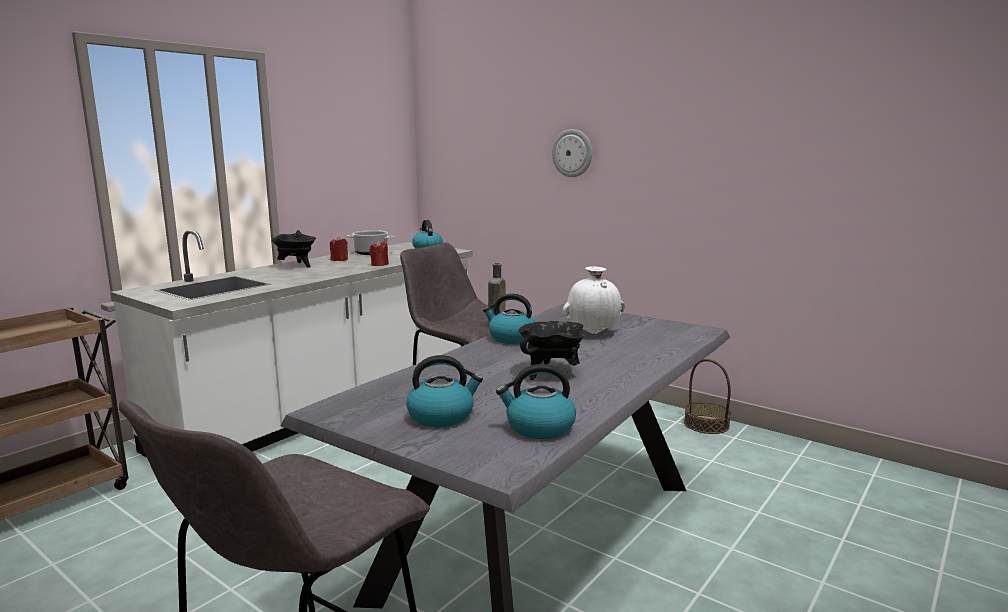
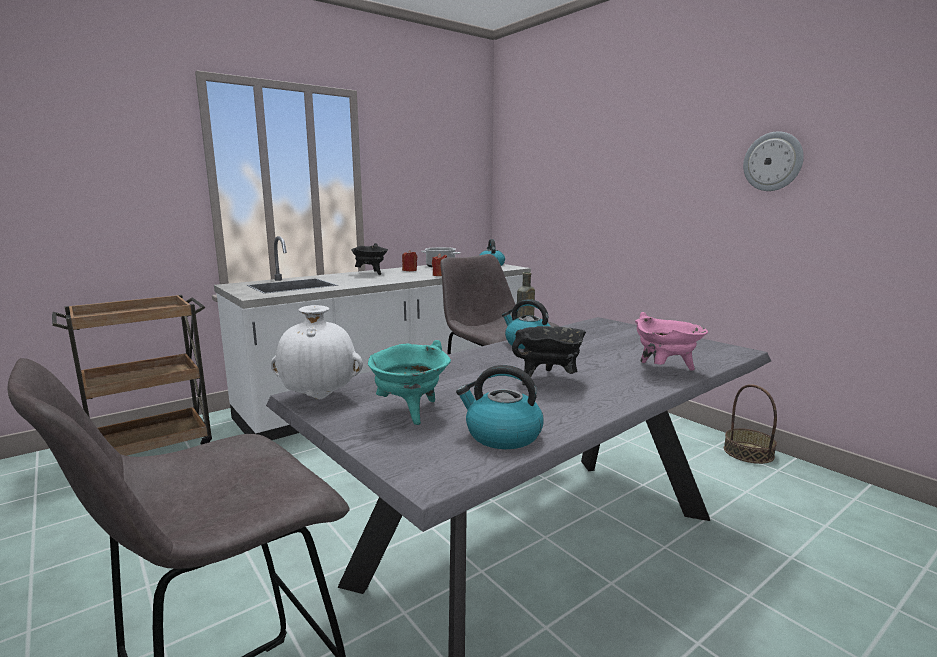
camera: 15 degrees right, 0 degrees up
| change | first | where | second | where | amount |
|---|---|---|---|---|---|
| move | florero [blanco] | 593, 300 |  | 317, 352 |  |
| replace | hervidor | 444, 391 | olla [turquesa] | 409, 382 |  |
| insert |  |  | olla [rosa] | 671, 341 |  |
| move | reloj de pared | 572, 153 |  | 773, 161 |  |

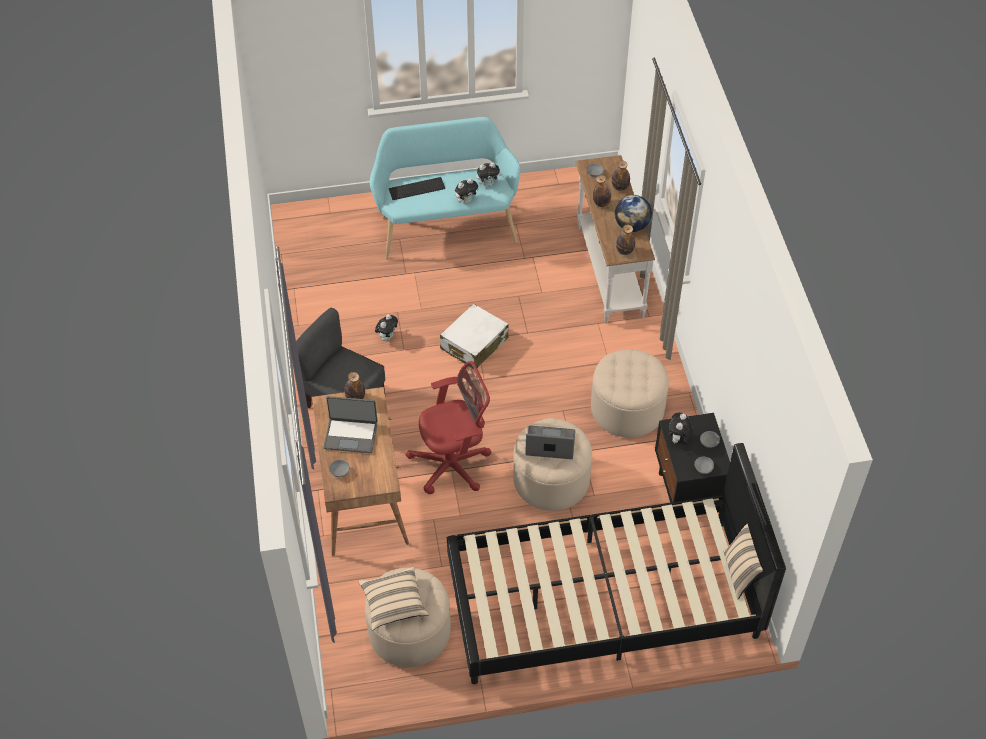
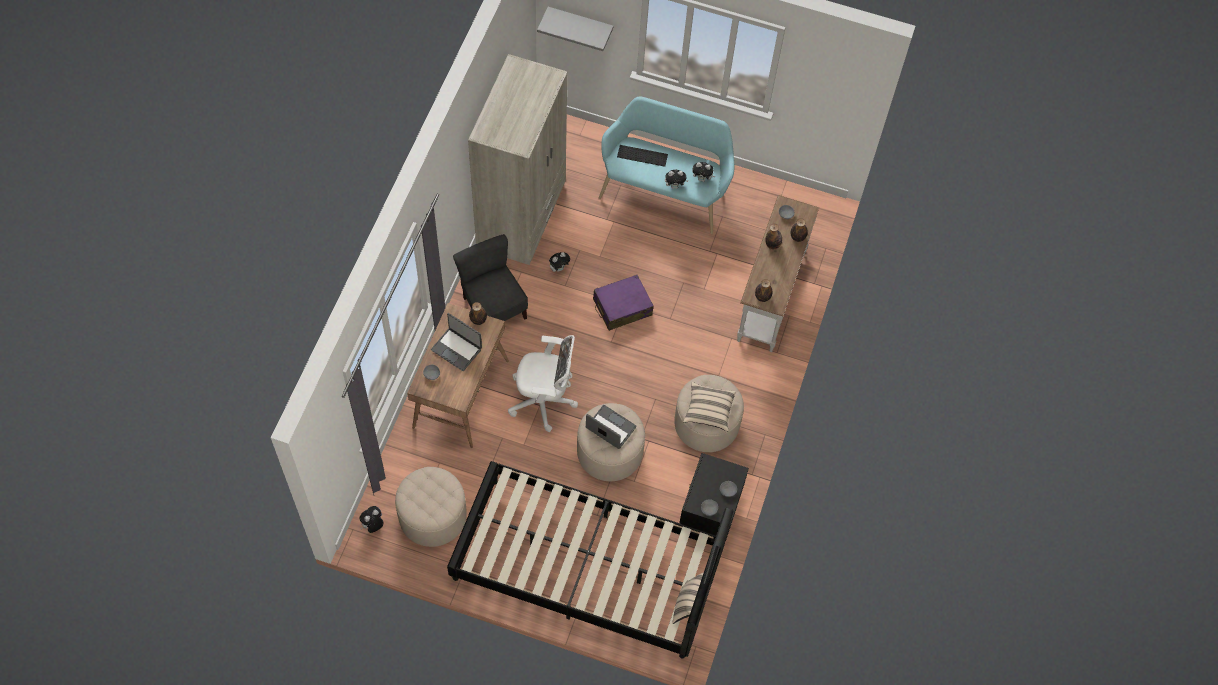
camera: 25 degrees right, 10 degrees up
| change | first | where | second | where | amount |
|---|---|---|---|---|---|
| move | peluche | 681, 428 |  | 371, 519 |  |
| insert |  |  | armario ropero [beis] | 517, 159 |  |
| recolor | silla de oficina [rojo] | 448, 427 | silla de oficina [blanco] | 543, 383 |  |
| insert |  |  | estante [gris] | 575, 29 |  |
| recolor | maleta [blanco] | 474, 336 | maleta [morado] | 623, 303 |  |
| move | cojín [beis] | 393, 599 |  | 709, 406 |  |
| delete | globo terráqueo | 633, 213 |  |  |  |

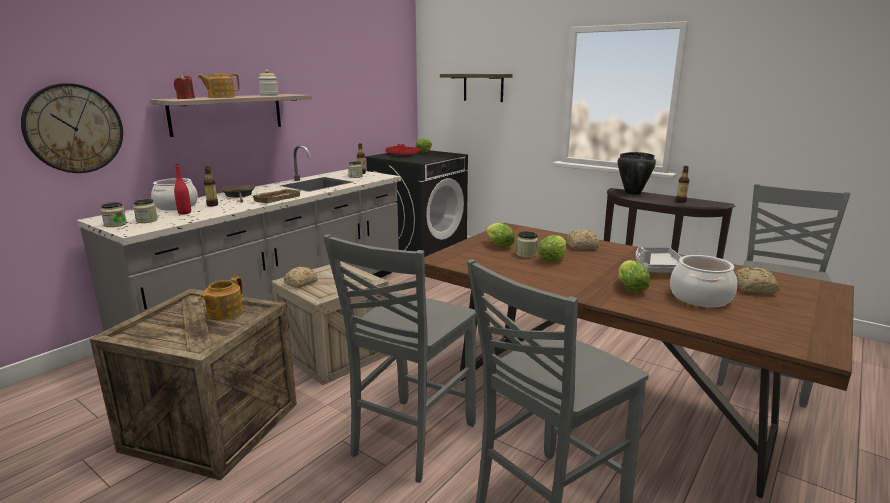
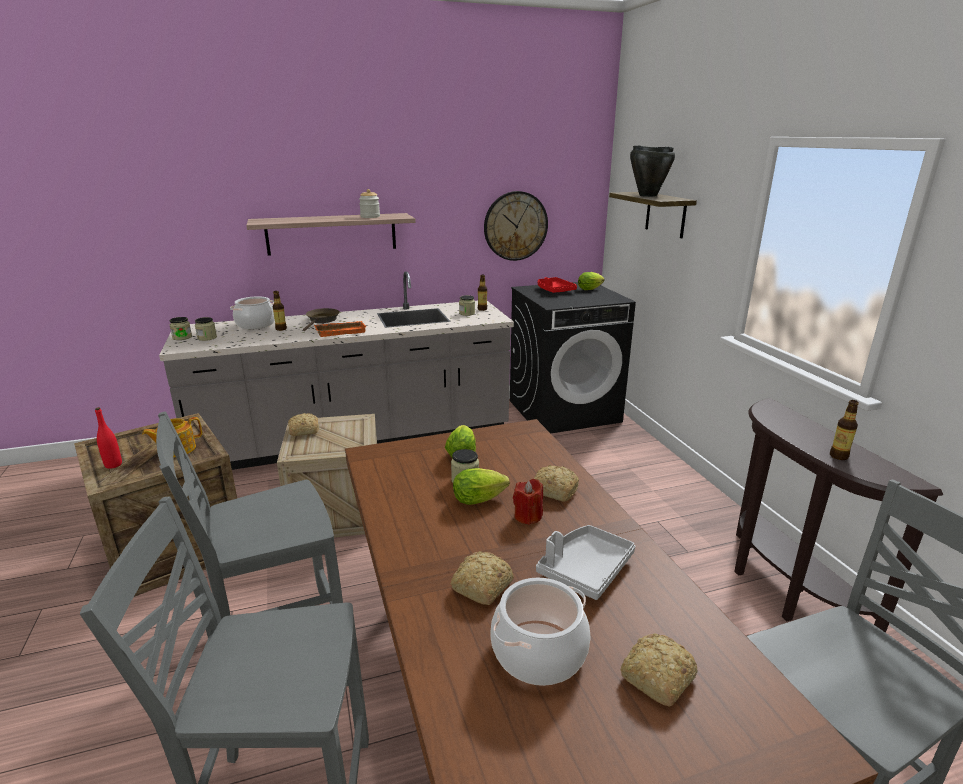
camera: 35 degrees right, 5 degrees up
| change | first | where | second | where | amount |
|---|---|---|---|---|---|
| move | botella [rojo] | 182, 189 |  | 108, 438 |  |
| recolor | bandeja [beis] | 276, 196 | bandeja [naranja] | 340, 329 |  |
| replace | lechuga | 634, 276 | pan | 482, 578 |  |
| move | reloj de pared | 72, 128 |  | 516, 226 |  |
| move | vela [rojo] | 184, 86 |  | 528, 502 |  |
| move | olla [negro] | 637, 173 |  | 652, 171 |  |
| delete | tetera | 218, 86 |  |  |  |

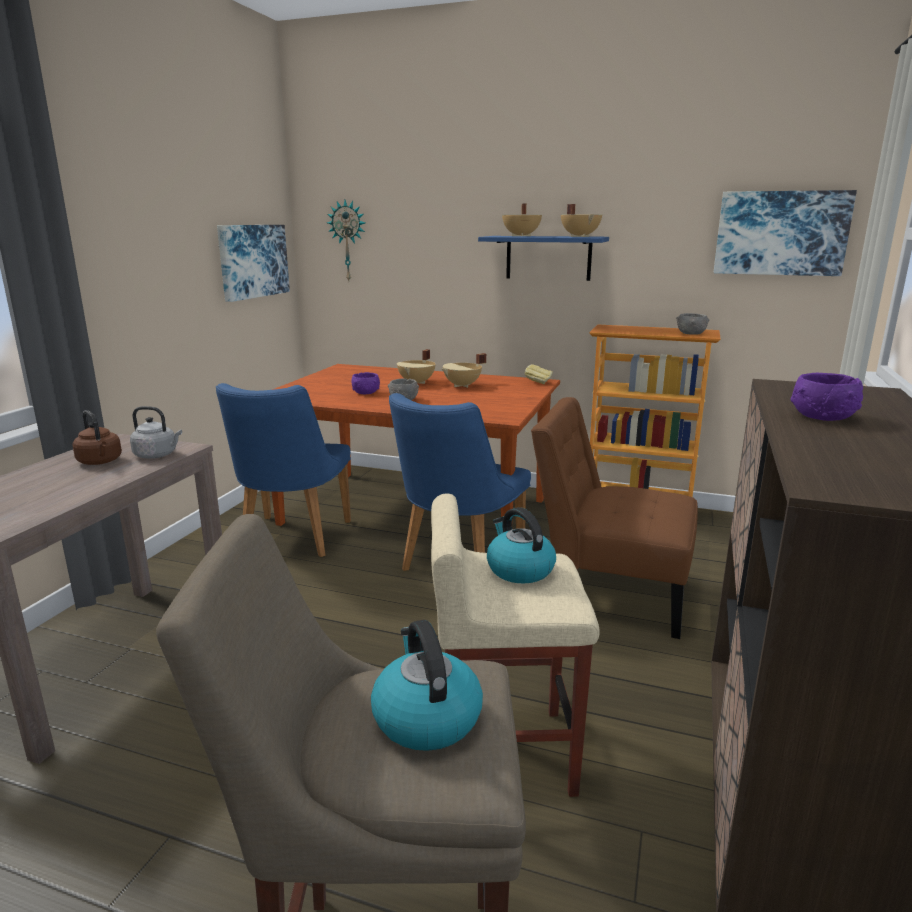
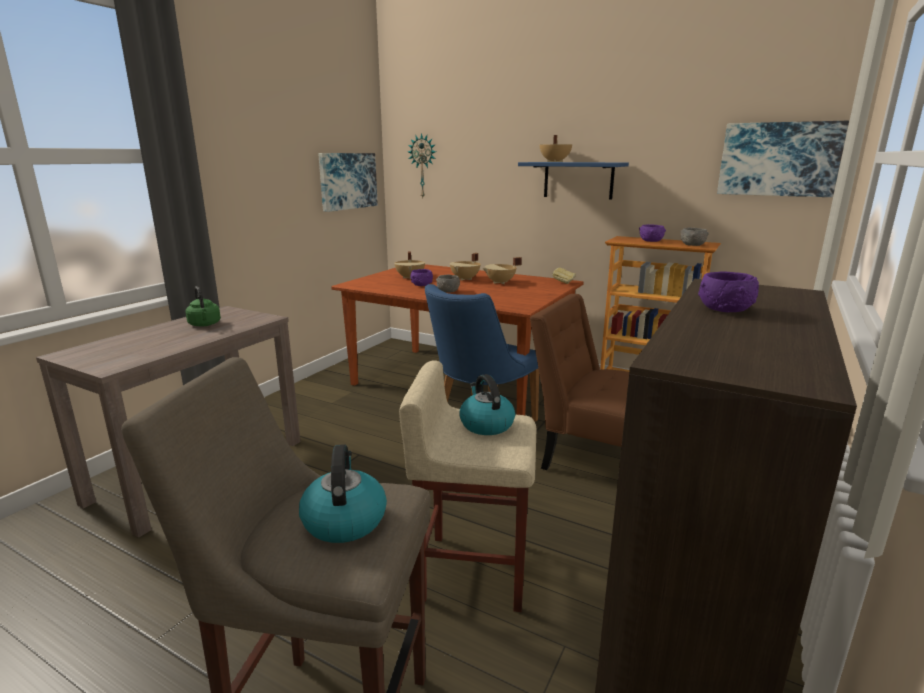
camera: 10 degrees right, 0 degrees up
| change | first | where | second | where | amount |
|---|---|---|---|---|---|
| recolor | hervidor [marrón] | 97, 437 | hervidor [verde] | 203, 306 |  |
| move | olla [beis] | 582, 220 |  | 409, 265 |  |
| insert |  |  | cuenco [morado] | 652, 233 |  |
| delete | hervidor [gris] | 156, 432 |  |  |  |
| delete | silla [azul] | 283, 470 |  |  |  |

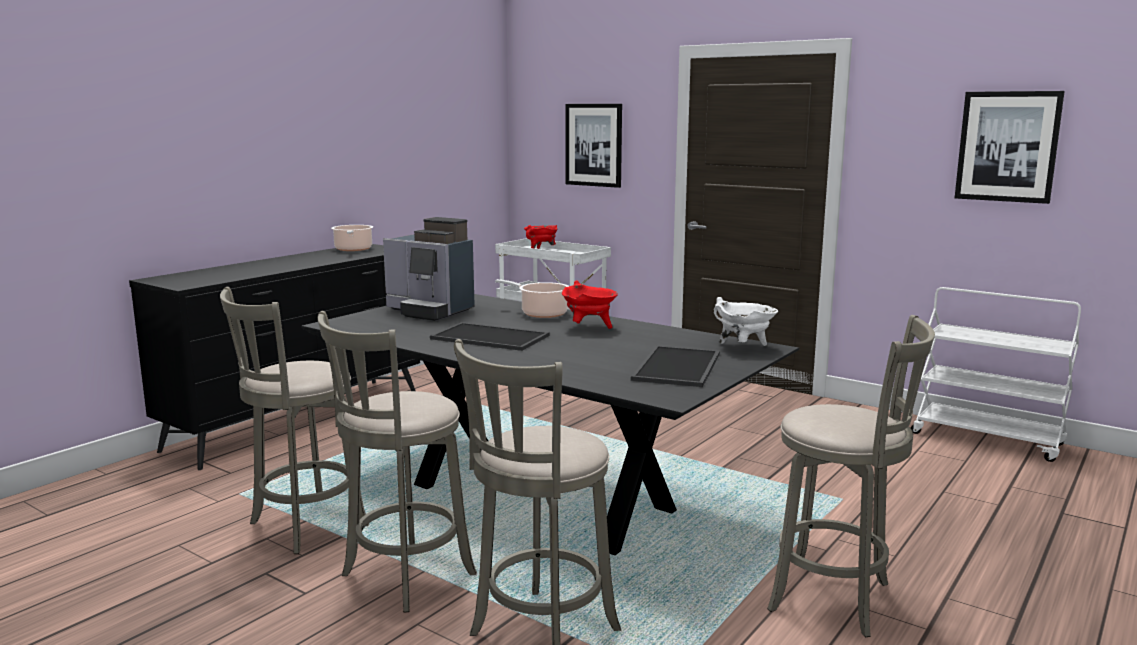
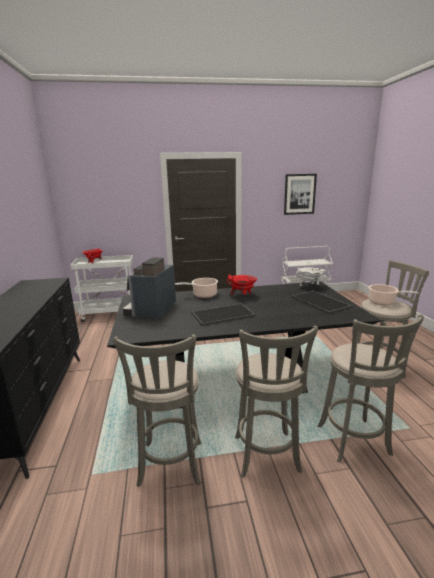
camera: 45 degrees left, 5 degrees up
| change | first | where | second | where | amount |
|---|---|---|---|---|---|
| rotate | cafetera | 429, 269 |  | 149, 288 | 120 degrees clockwise |
| move | olla | 352, 238 |  | 393, 294 |  |
| delete | cuadro | 593, 146 |  |  |  |

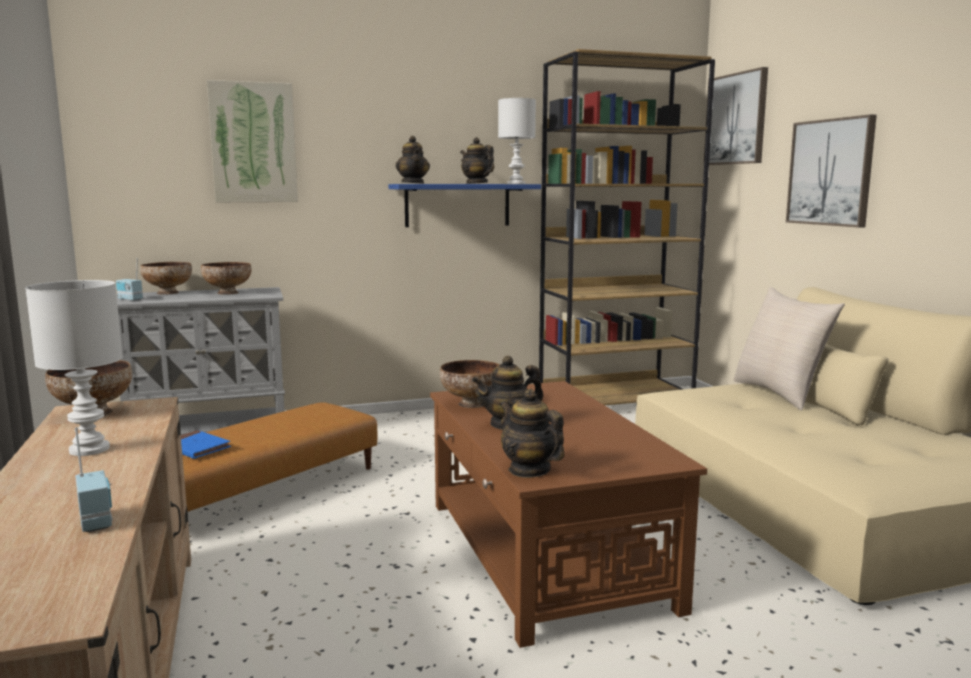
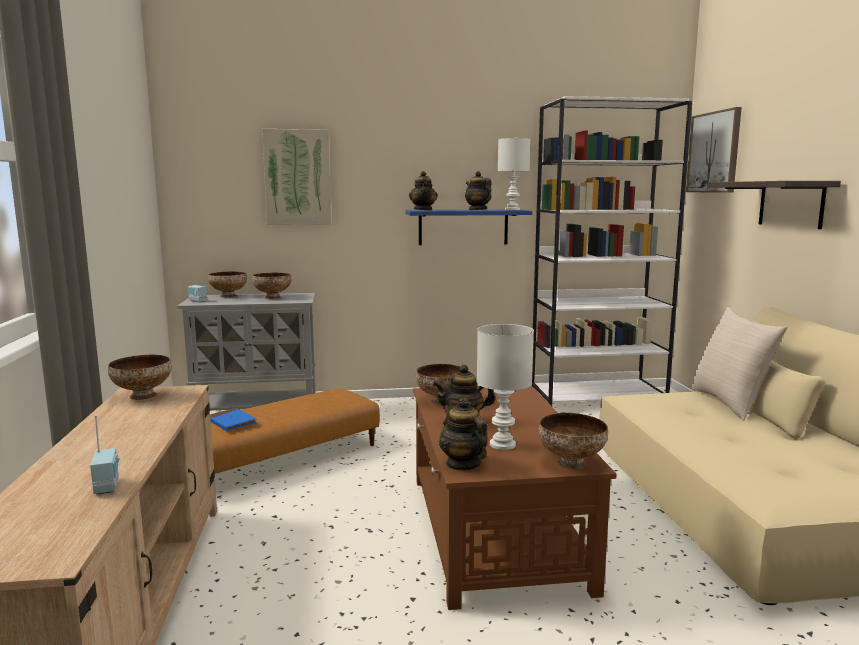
camera: 10 degrees right, 0 degrees up
| change | first | where | second | where | amount |
|---|---|---|---|---|---|
| move | lámpara de mesa [blanco] | 74, 368 |  | 505, 387 |  |
| recolor | estantería [marrón] | 627, 227 | estantería [blanco] | 612, 251 |  |
| insert |  |  | cuenco | 573, 441 |  |
| replace | cuadro | 831, 171 | estante | 774, 205 |  |

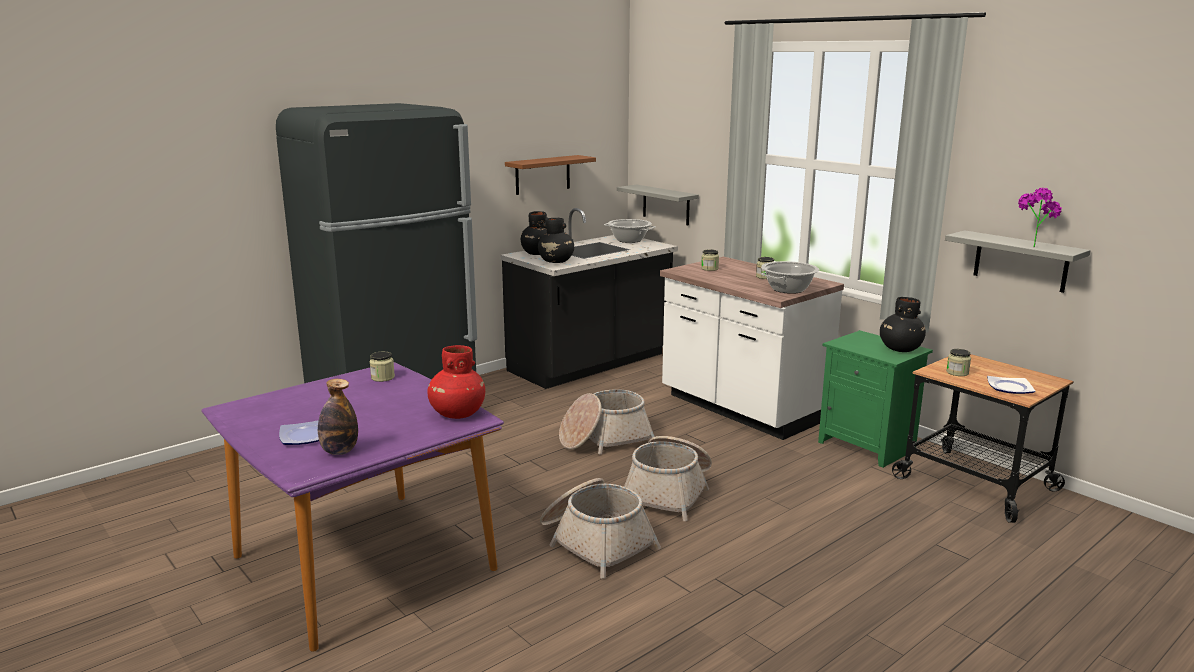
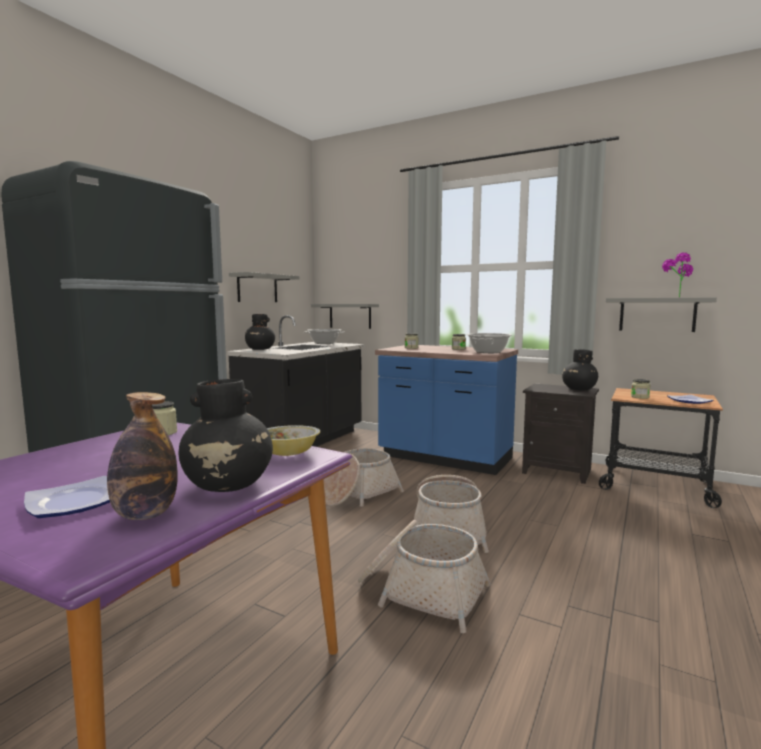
camera: 20 degrees left, 10 degrees down
| change | first | where | second | where | amount |
|---|---|---|---|---|---|
| move | florero [negro] | 556, 240 |  | 226, 435 |  |
| recolor | estante [marrón] | 550, 175 | estante [gris] | 264, 287 |  |
| replace | florero [rojo] | 456, 382 | cuenco | 293, 440 |  |
| recolor | mueble bajo de cocina [blanco] | 752, 348 | mueble bajo de cocina [azul] | 446, 410 |  |
| recolor | mesita de noche [verde] | 875, 399 | mesita de noche [negro] | 560, 433 |  |

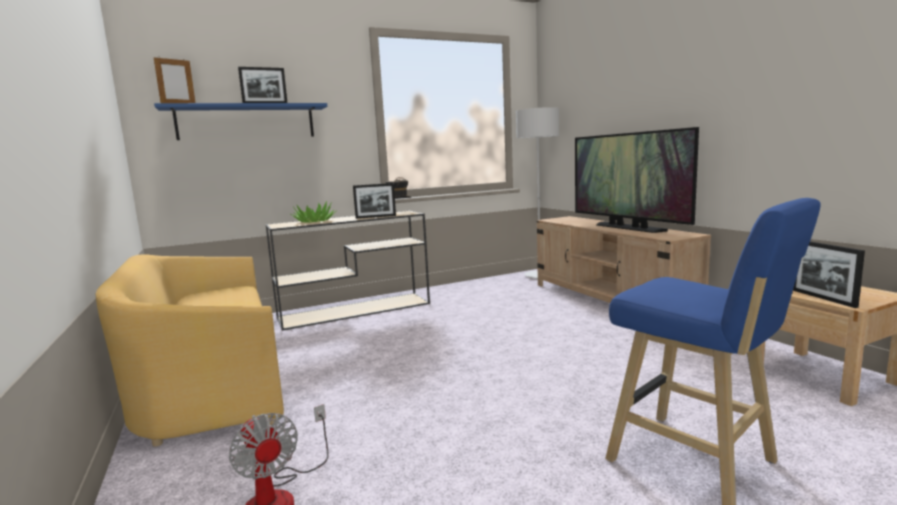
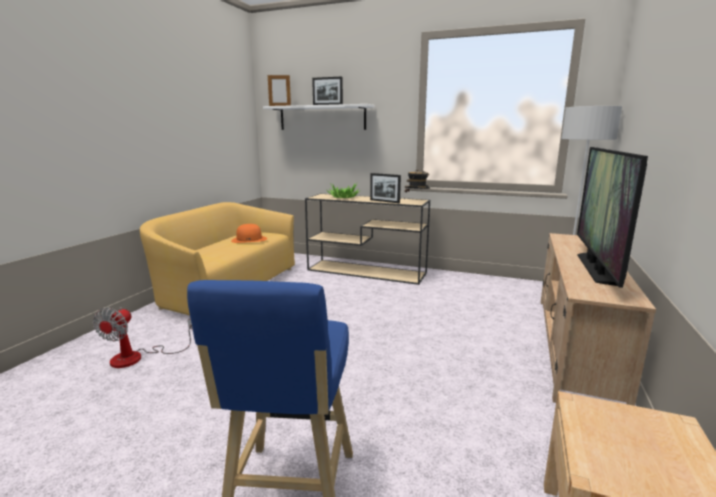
camera: 45 degrees right, 5 degrees up
| change | first | where | second | where | amount |
|---|---|---|---|---|---|
| insert |  |  | sombrero [naranja] | 249, 233 |  |
| recolor | estante [azul] | 240, 121 | estante [blanco] | 319, 117 |  |
| delete | portarretratos | 829, 274 |  |  |  |

